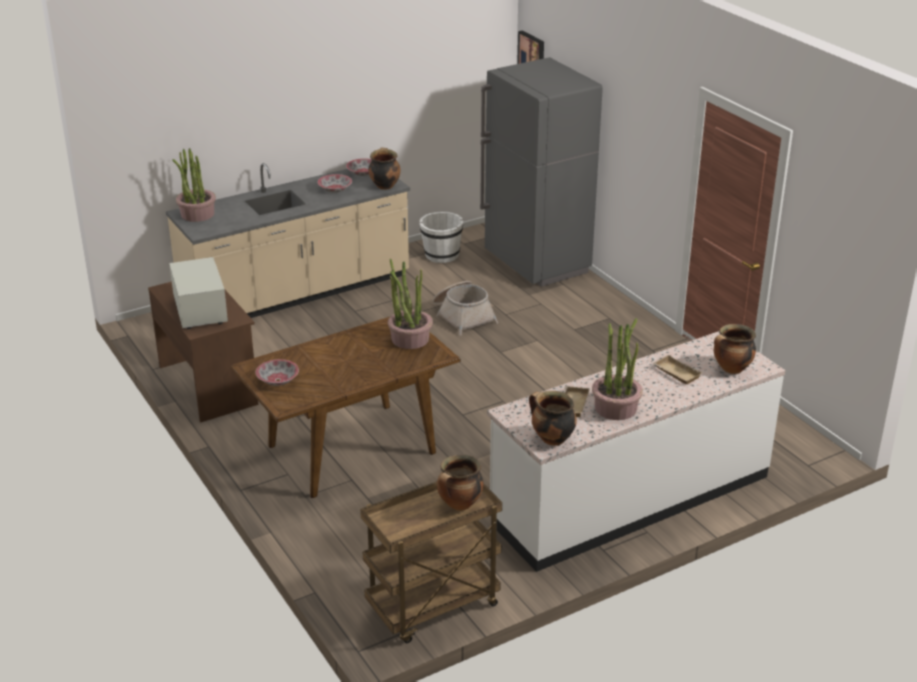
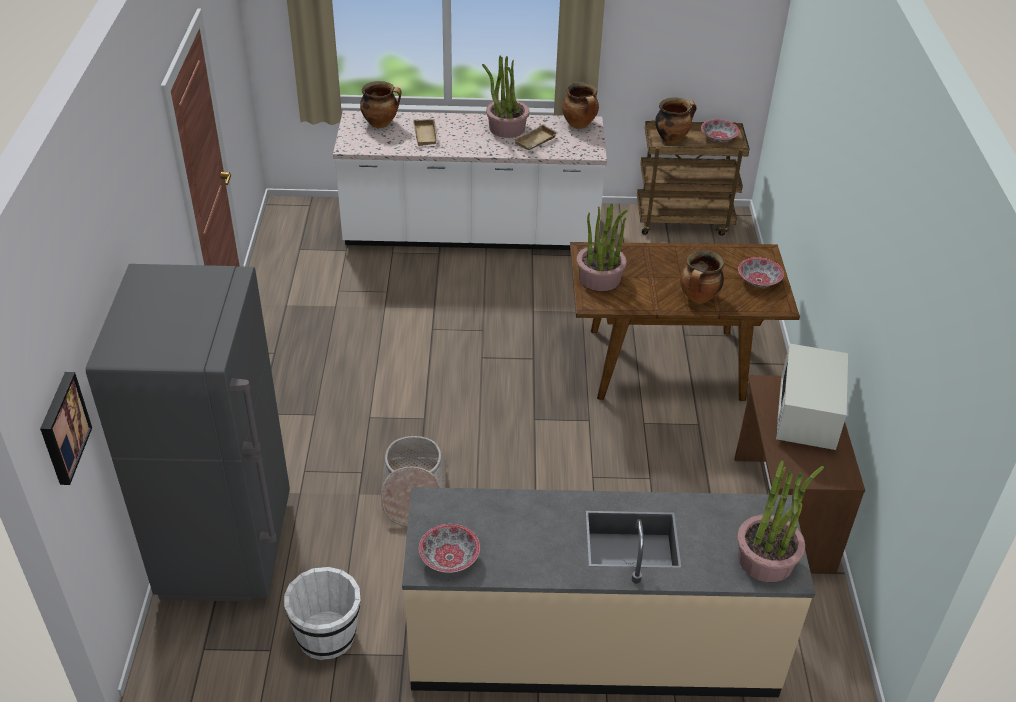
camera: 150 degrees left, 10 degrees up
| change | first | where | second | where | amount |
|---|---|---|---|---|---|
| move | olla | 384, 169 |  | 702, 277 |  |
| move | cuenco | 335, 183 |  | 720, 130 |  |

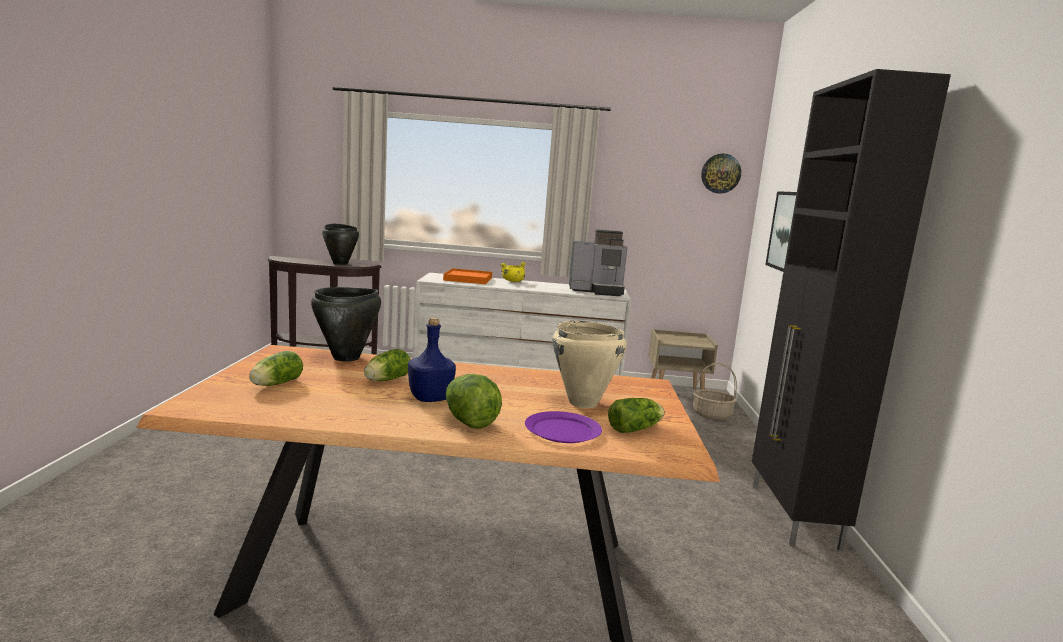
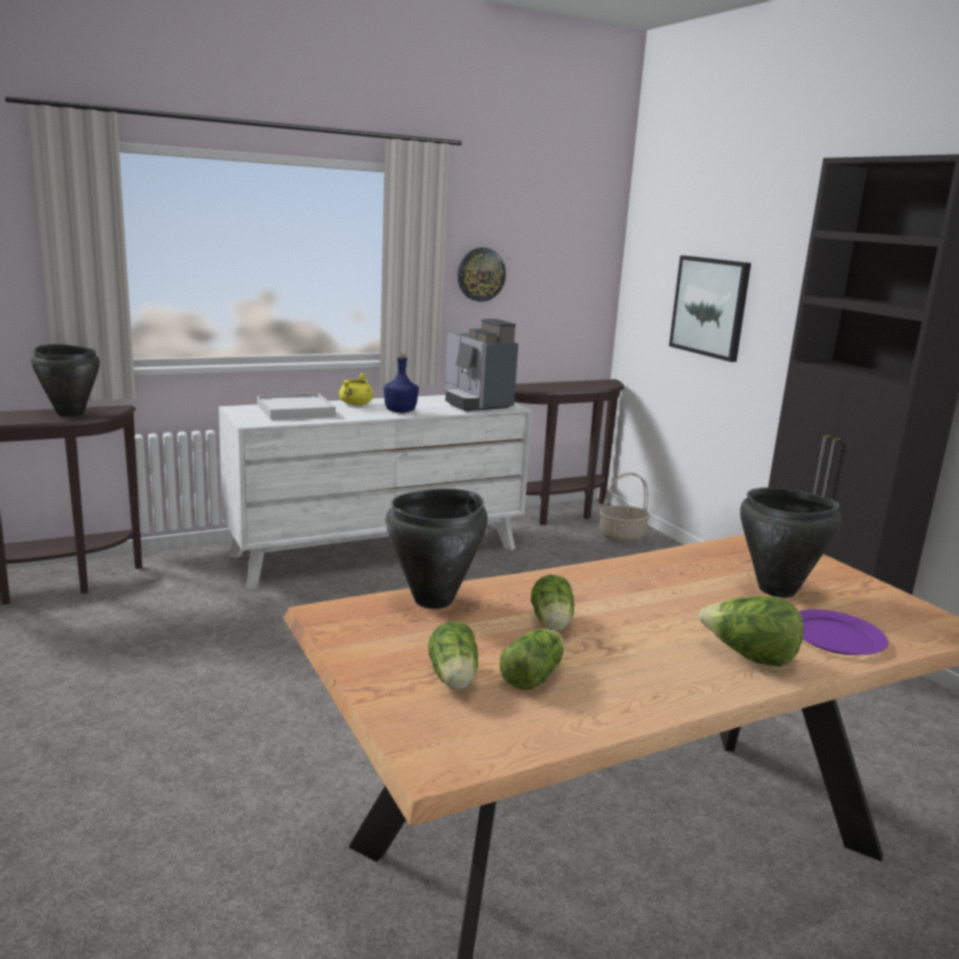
camera: 30 degrees left, 5 degrees up
| change | first | where | second | where | amount |
|---|---|---|---|---|---|
| recolor | bandeja [naranja] | 467, 276 | bandeja [blanco] | 296, 406 |  |
| move | botella [azul] | 432, 359 |  | 401, 383 |  |
| rotate | cafetera | 598, 262 |  | 481, 365 | 90 degrees clockwise |
| move | reloj de pared | 721, 174 |  | 481, 275 |  |
| move | lechuga | 636, 415 |  | 532, 659 |  |
| replace | mesita de noche [beis] | 683, 359 | mesa consola [marrón] | 569, 452 |  |
| recolor | olla [beis] | 590, 364 | olla [negro] | 791, 542 |  |

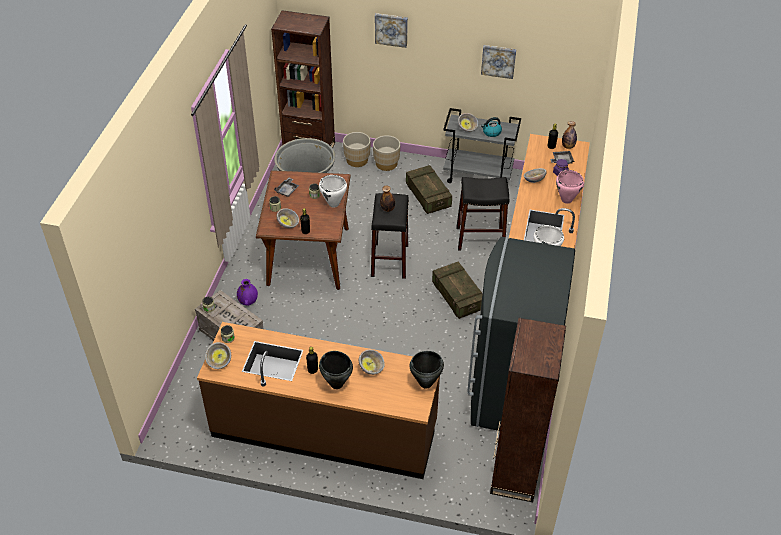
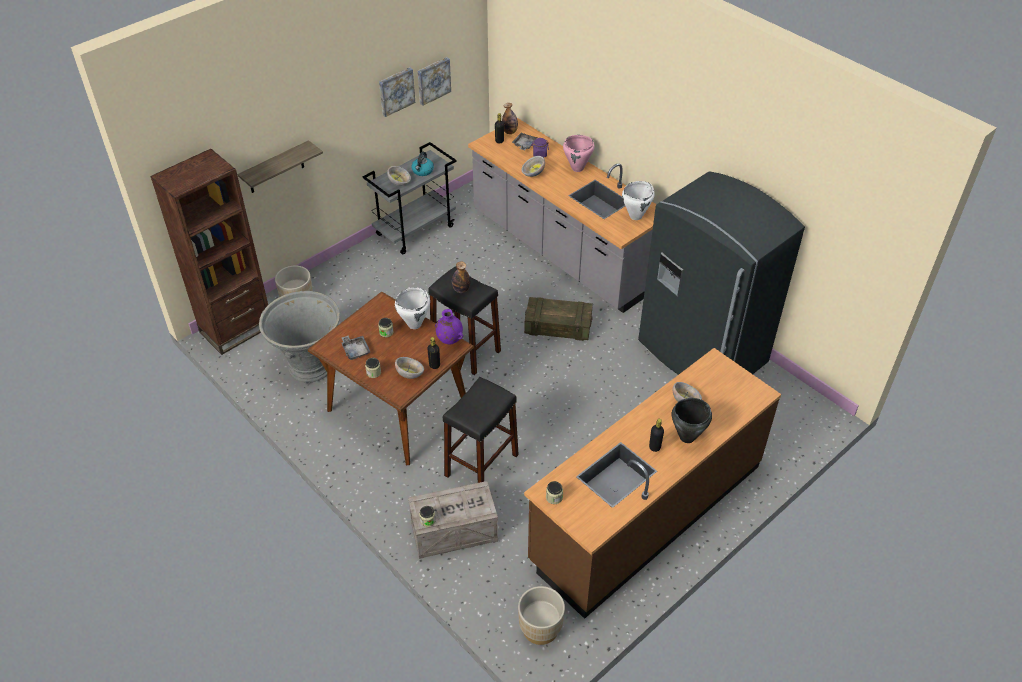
camera: 55 degrees left, 0 degrees up
| change | first | where | second | where | amount |
|---|---|---|---|---|---|
| insert |  |  | estante | 280, 166 |  |
| move | cuadro | 391, 30 |  | 434, 81 |  |
| move | florero [morado] | 247, 292 |  | 449, 326 |  |
| move | taburete [negro] | 483, 214 |  | 481, 430 |  |
| move | maceta [beis] | 386, 153 |  | 541, 615 |  |
| delete | cuenco | 218, 355 |  |  |  |
| delete | caja de embalaje | 429, 189 |  |  |  |
| delete | olla [negro] | 427, 370 |  |  |  |
| delete | estantería [marrón] | 528, 410 |  |  |  |

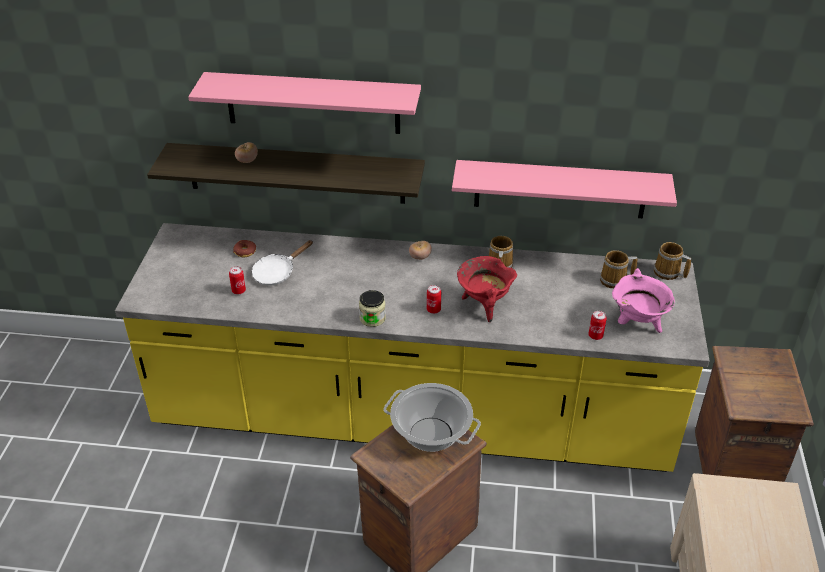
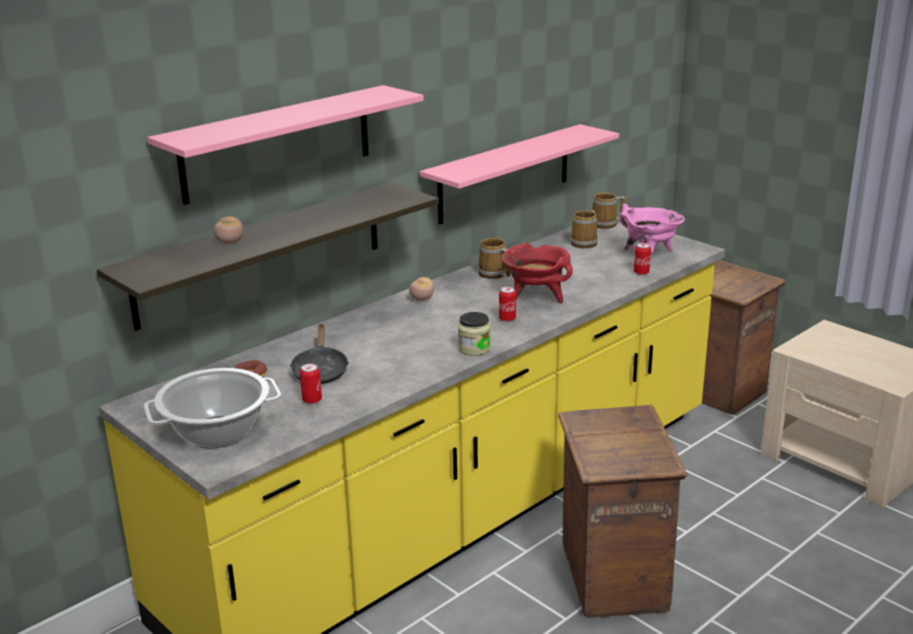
camera: 50 degrees left, 15 degrees down
| change | first | where | second | where | amount |
|---|---|---|---|---|---|
| move | olla | 432, 417 |  | 212, 408 |  |
| recolor | sartén [blanco] | 282, 263 | sartén [negro] | 319, 354 |  |

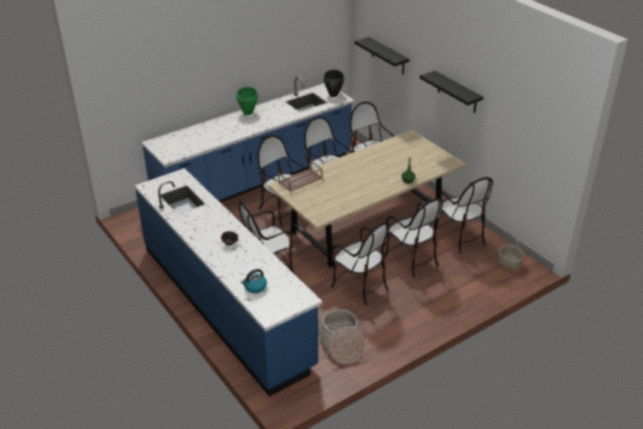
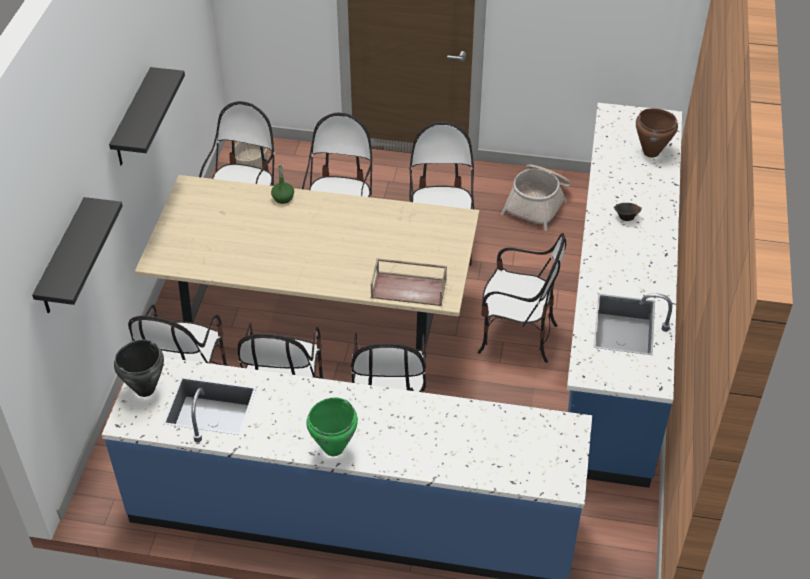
camera: 135 degrees left, 10 degrees up
| change | first | where | second | where | amount |
|---|---|---|---|---|---|
| replace | hervidor | 254, 281 | olla [marrón] | 657, 133 |  |

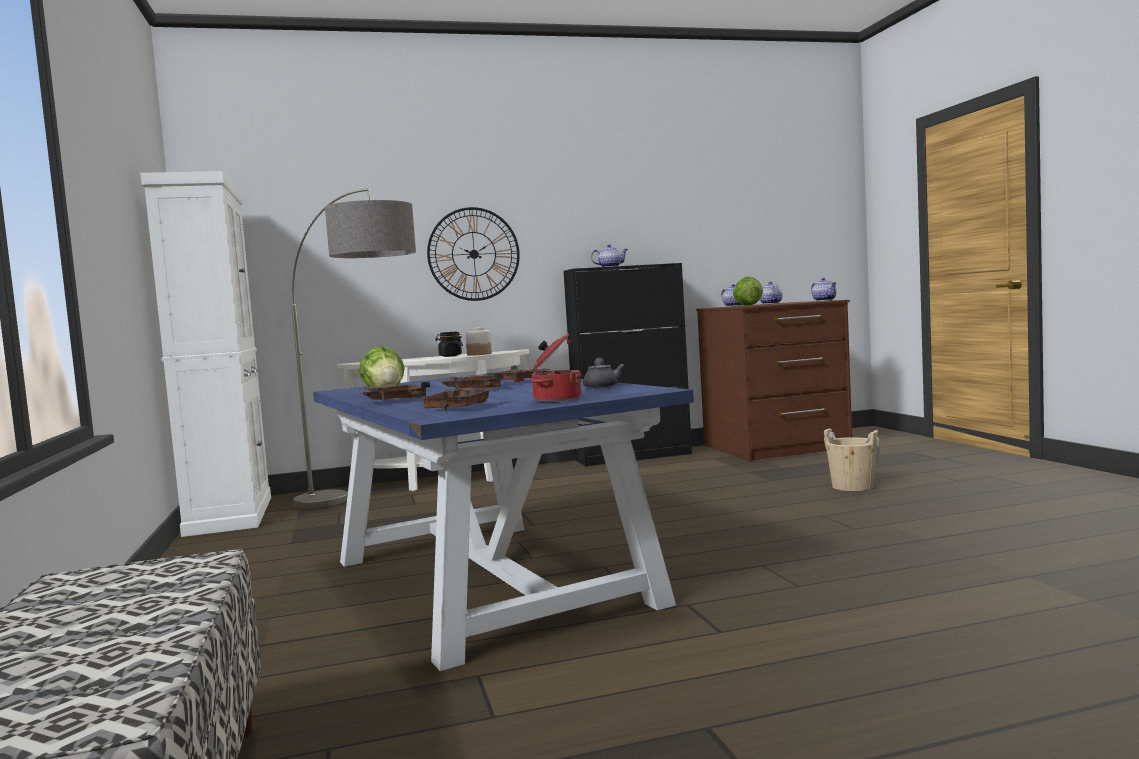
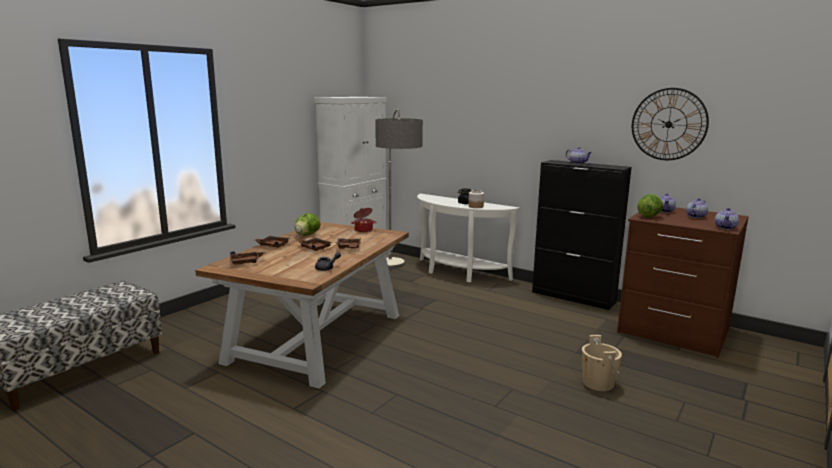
camera: 50 degrees right, 10 degrees up
| change | first | where | second | where | amount |
|---|---|---|---|---|---|
| recolor | mesa de comedor [azul] | 503, 522 | mesa de comedor [marrón] | 302, 305 |  |
| move | olla | 556, 367 |  | 363, 220 |  |
| move | reloj de pared | 473, 254 |  | 670, 124 |  |

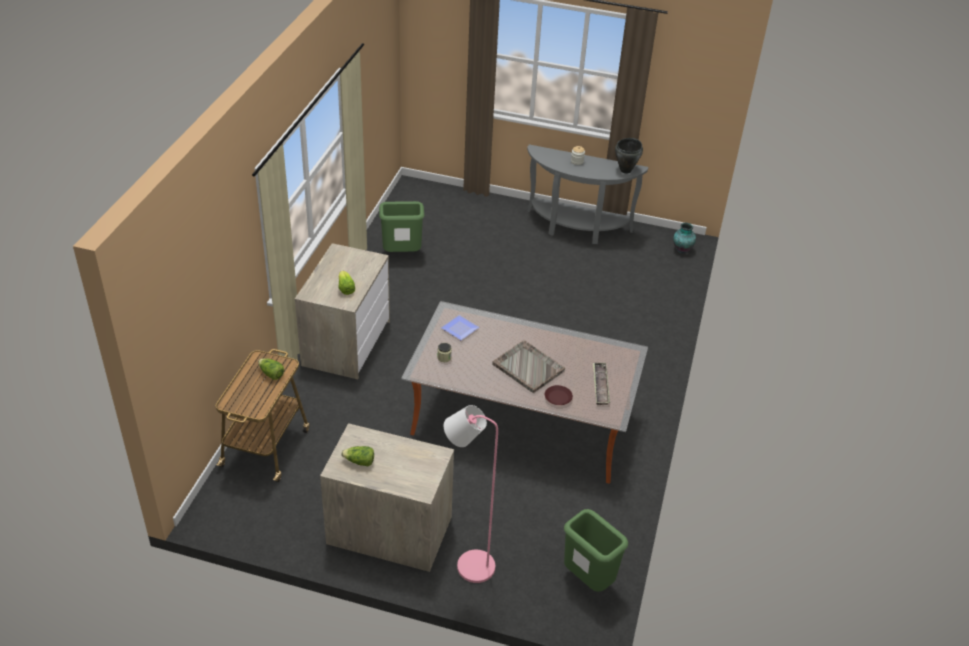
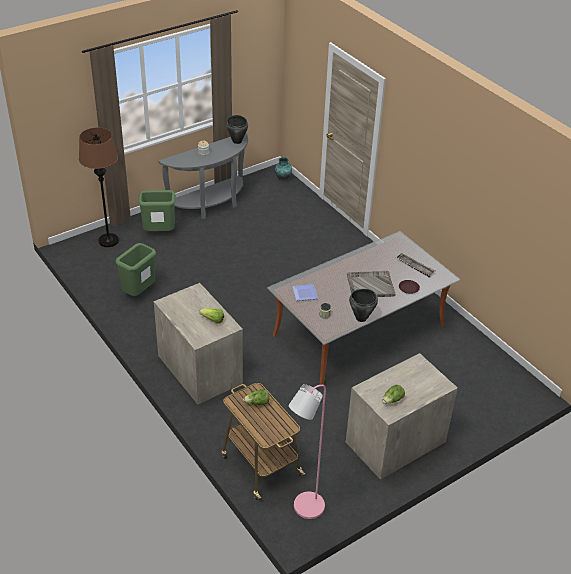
camera: 50 degrees left, 0 degrees up
| change | first | where | second | where | amount |
|---|---|---|---|---|---|
| insert |  |  | lámpara de pie [marrón] | 99, 187 |  |
| move | papelera [verde] | 596, 550 |  | 157, 210 |  |
| move | lámpara de pie [rosa] | 471, 494 |  | 307, 451 |  |
| insert |  |  | olla [negro] | 363, 305 |  |

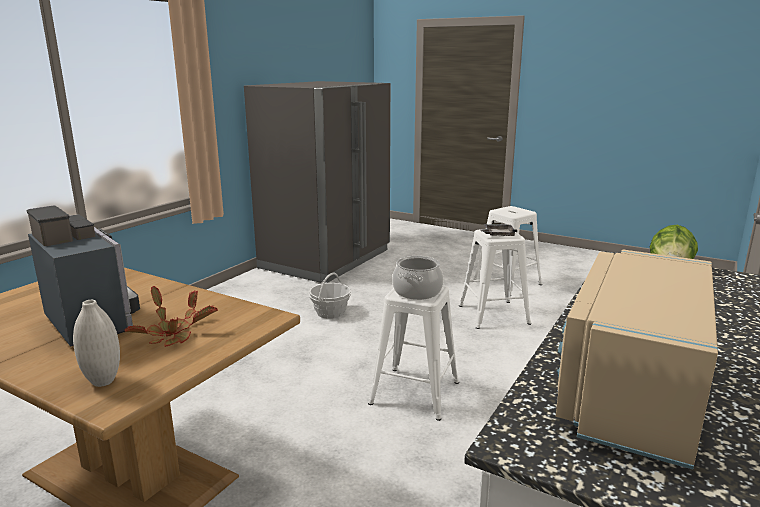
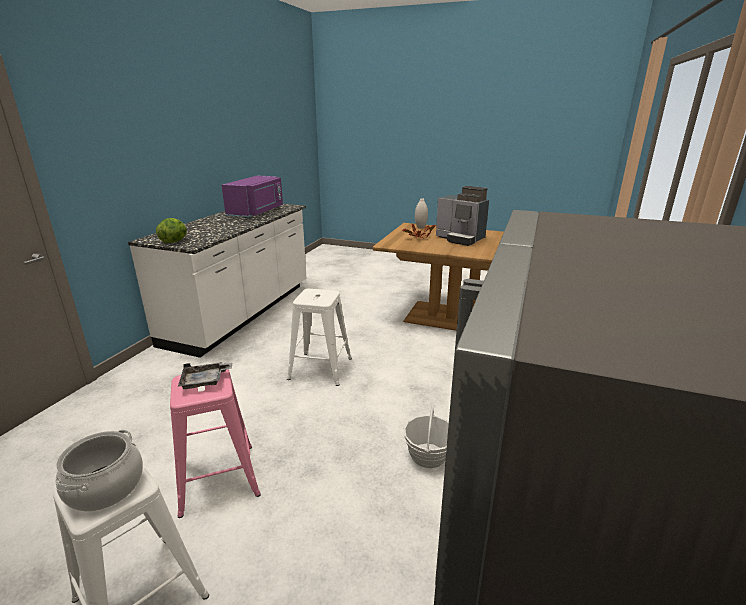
camera: 170 degrees right, 5 degrees up
| change | first | where | second | where | amount |
|---|---|---|---|---|---|
| move | olla | 418, 278 |  | 99, 471 |  |
| recolor | taburete [blanco] | 495, 279 | taburete [rosa] | 215, 443 |  |
| recolor | microondas [beis] | 637, 359 | microondas [morado] | 252, 196 |  |

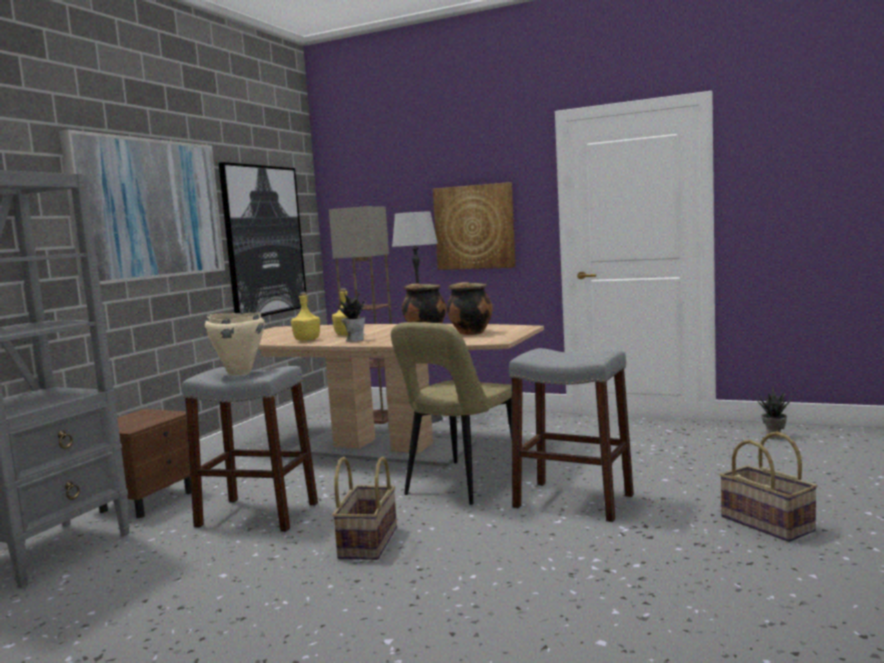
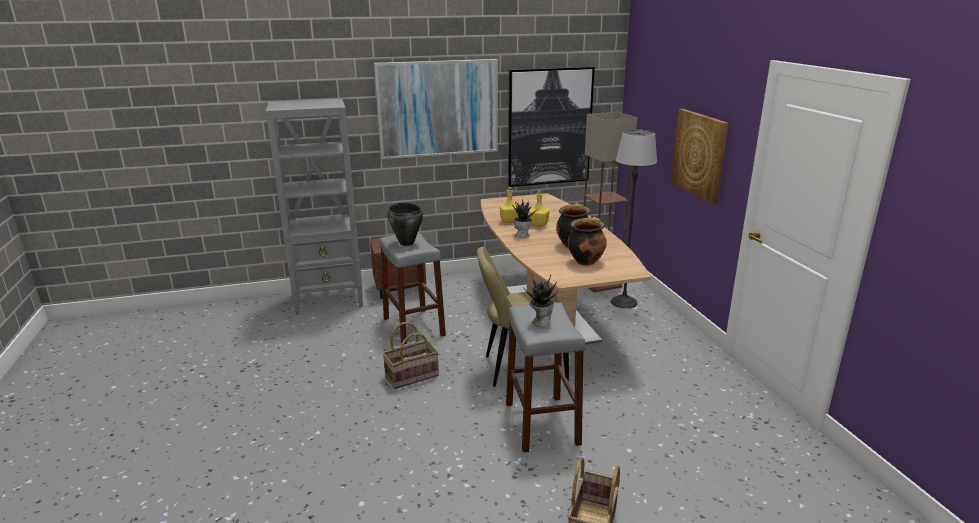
camera: 50 degrees right, 15 degrees up
| change | first | where | second | where | amount |
|---|---|---|---|---|---|
| recolor | olla [beis] | 235, 344 | olla [negro] | 405, 224 |  |
| move | planta en maceta | 773, 413 |  | 540, 301 |  |

